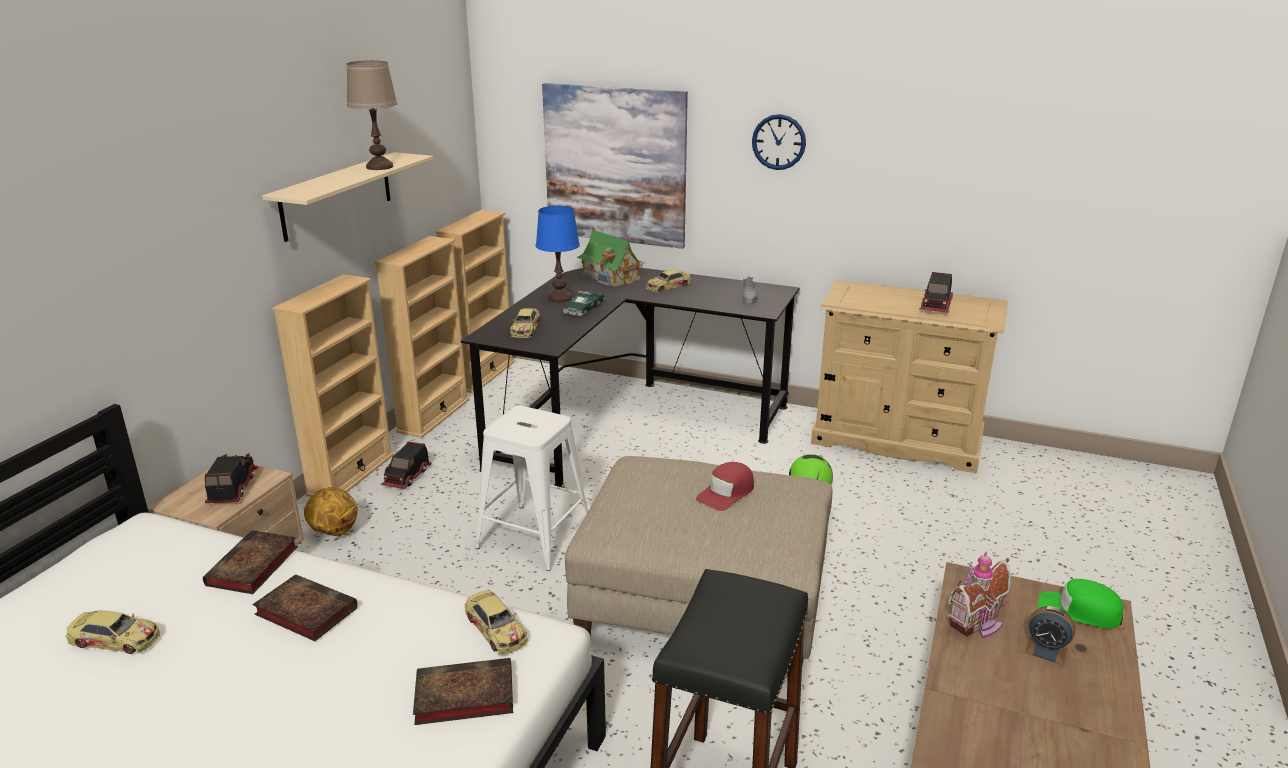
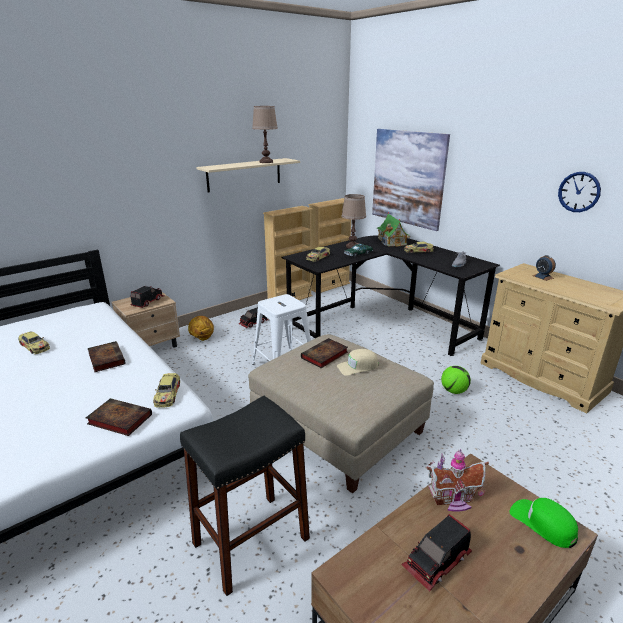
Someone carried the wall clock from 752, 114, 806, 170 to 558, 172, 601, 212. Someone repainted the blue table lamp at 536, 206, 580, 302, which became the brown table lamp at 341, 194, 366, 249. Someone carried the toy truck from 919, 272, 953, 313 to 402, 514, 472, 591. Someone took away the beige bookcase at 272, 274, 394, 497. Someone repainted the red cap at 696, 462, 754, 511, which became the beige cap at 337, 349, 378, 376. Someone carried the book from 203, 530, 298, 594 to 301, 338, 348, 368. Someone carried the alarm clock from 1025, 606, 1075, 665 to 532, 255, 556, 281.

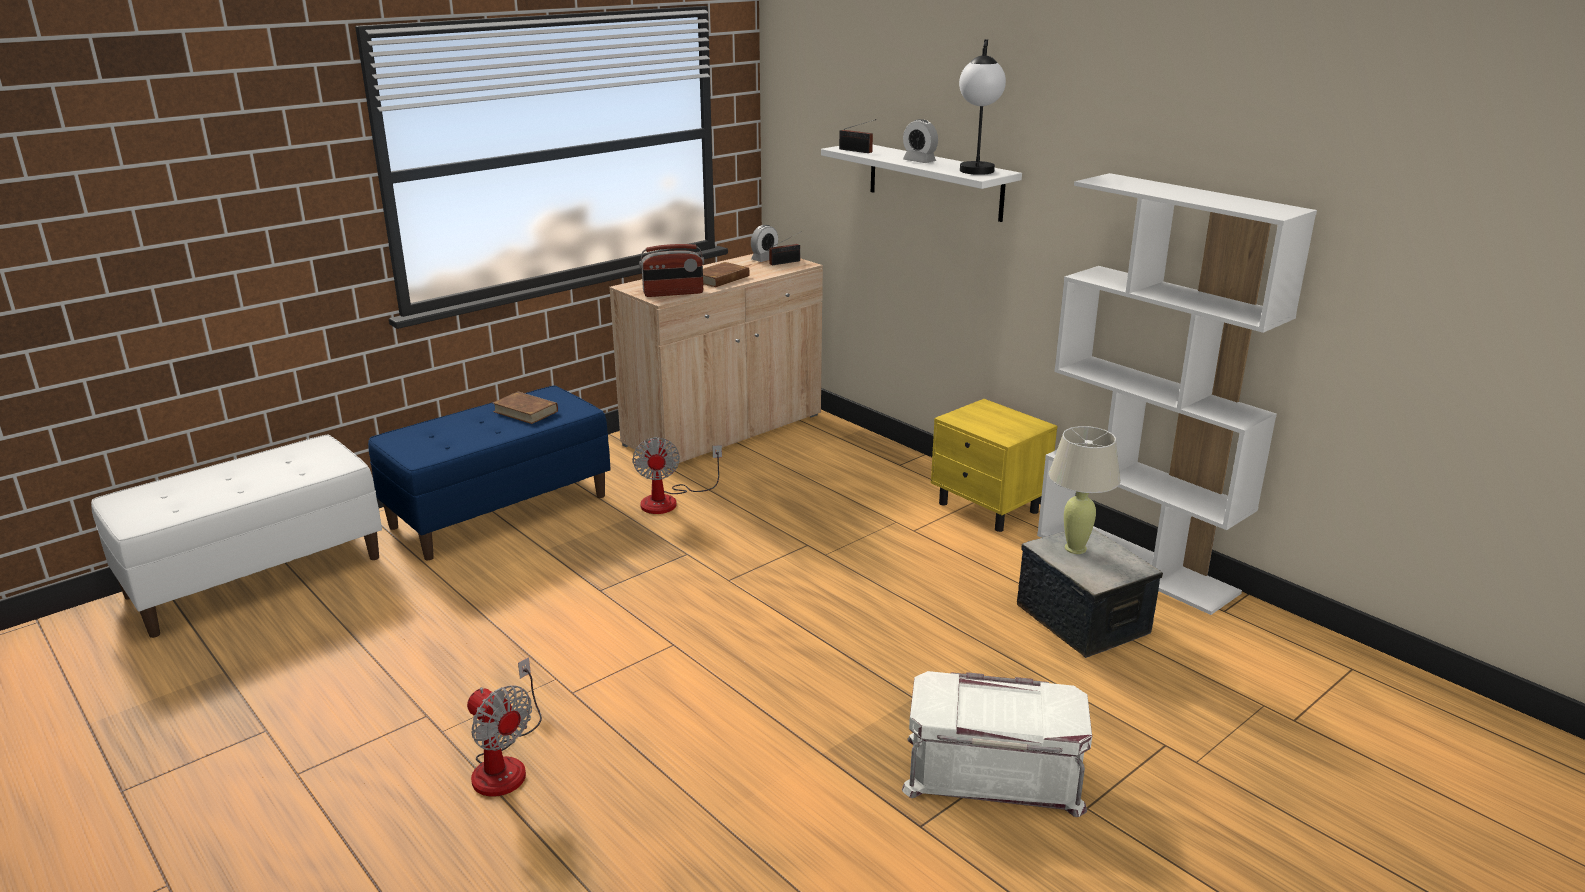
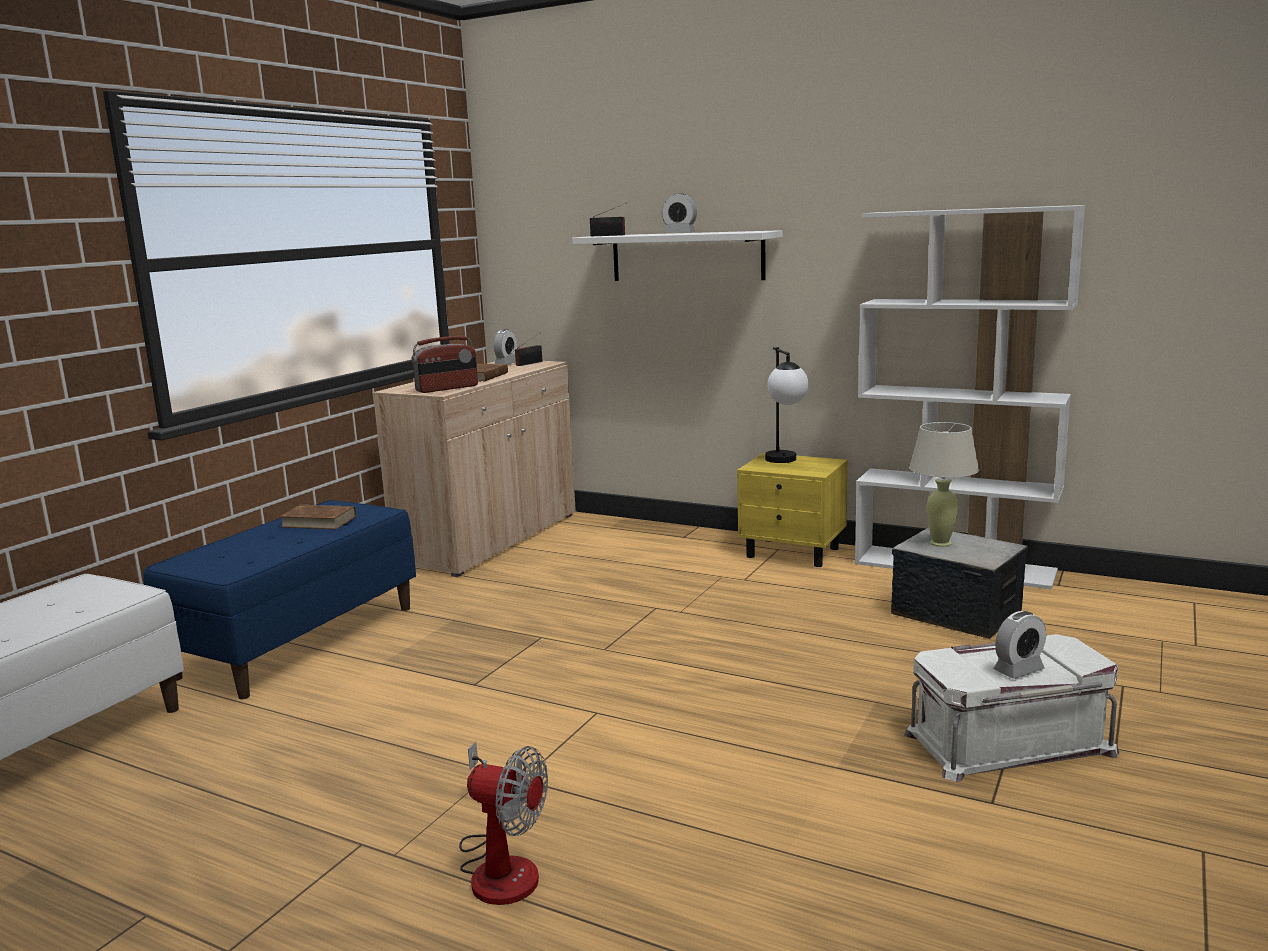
Someone carried the table lamp from 959, 39, 1006, 175 to 765, 347, 809, 463. Someone took away the fan at 632, 437, 722, 514. Someone put down the alarm clock at 993, 611, 1046, 679.

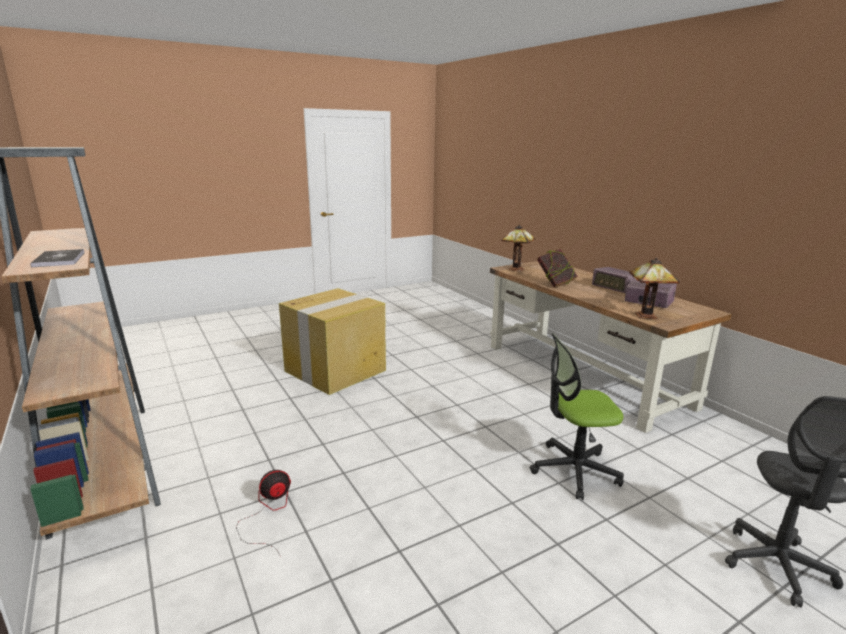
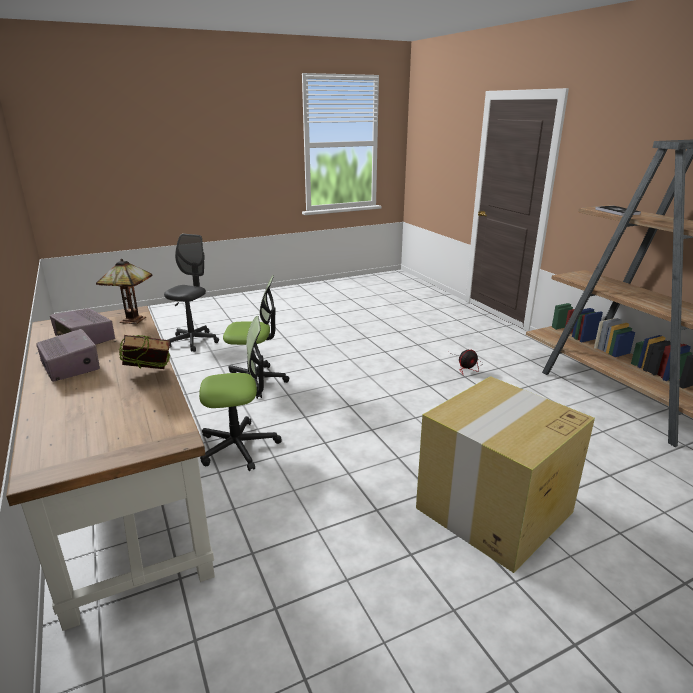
Someone took away the table lamp at 501, 225, 535, 272. Someone put down the office chair at 199, 316, 282, 471.

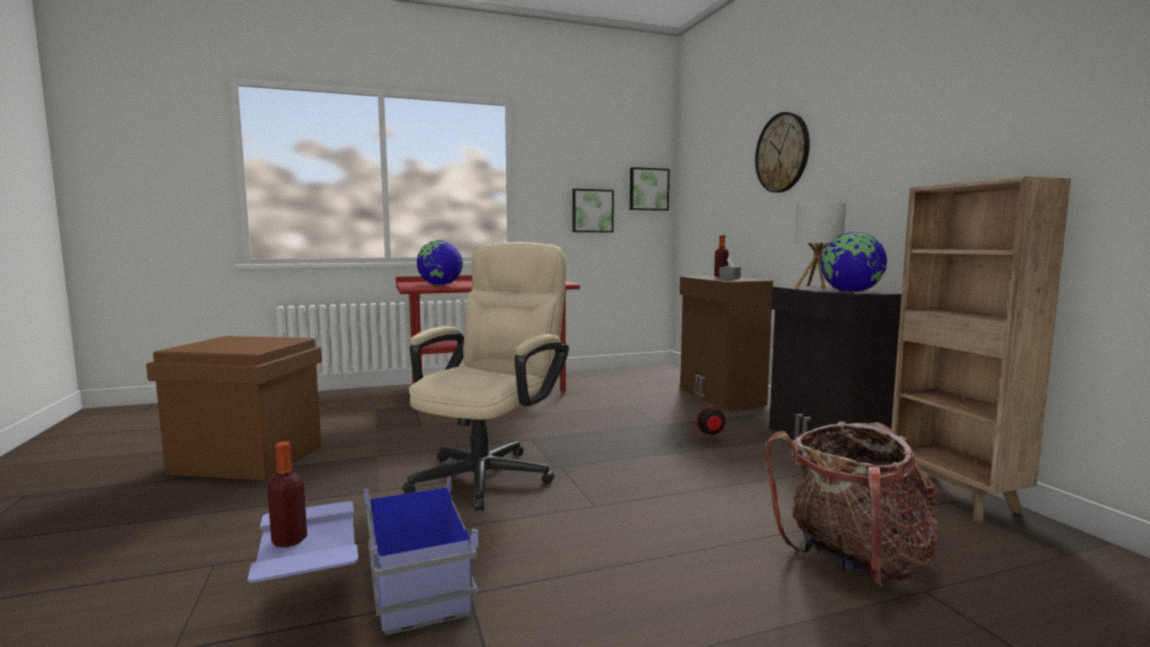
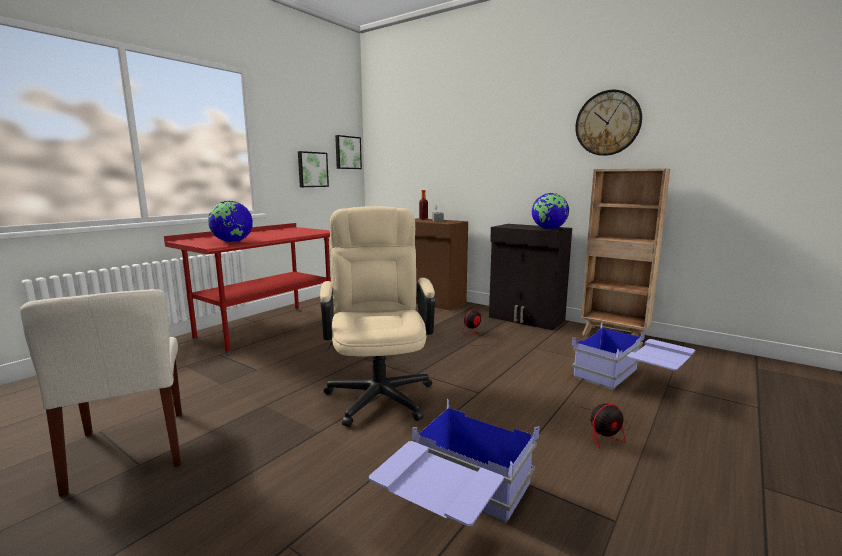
Someone carried the wall clock from 755, 112, 810, 193 to 575, 90, 642, 156. Someone took away the table lamp at 794, 203, 846, 289. Someone swapped the brown storage box at 146, 336, 322, 481 for the beige chair at 20, 289, 182, 497. Someone swapped the backpack at 765, 421, 939, 586 for the blue storage box at 571, 322, 695, 390. Someone took away the bottle at 267, 441, 307, 547. Someone put down the fan at 570, 401, 631, 449.

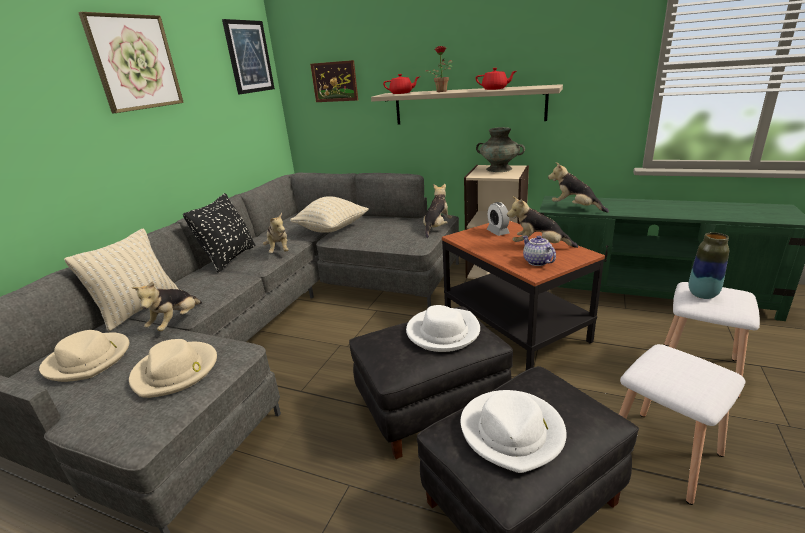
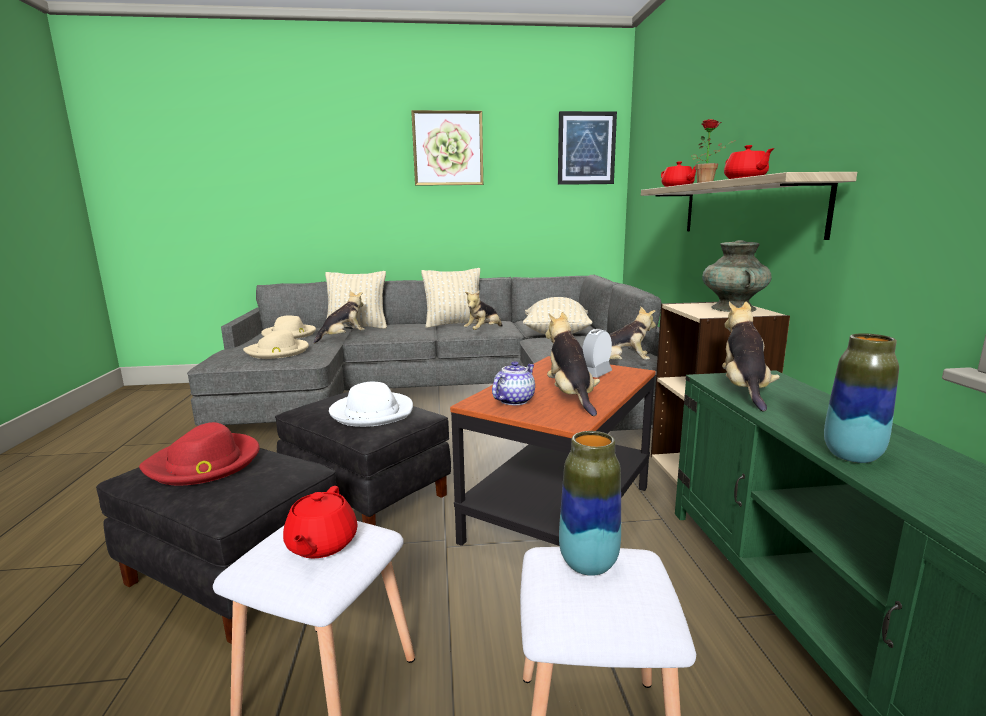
Someone took away the picture at 310, 60, 358, 102. Someone repainted the black pillow at 183, 193, 256, 273, which became the beige pillow at 421, 268, 485, 328. Someone rotated the plush toy at 132, 281, 202, 331 by 150 degrees clockwise. Someone repainted the white hat at 461, 390, 567, 473, which became the red hat at 139, 422, 260, 485. Someone put down the vase at 824, 333, 899, 463. Someone put down the red teapot at 283, 486, 358, 559.

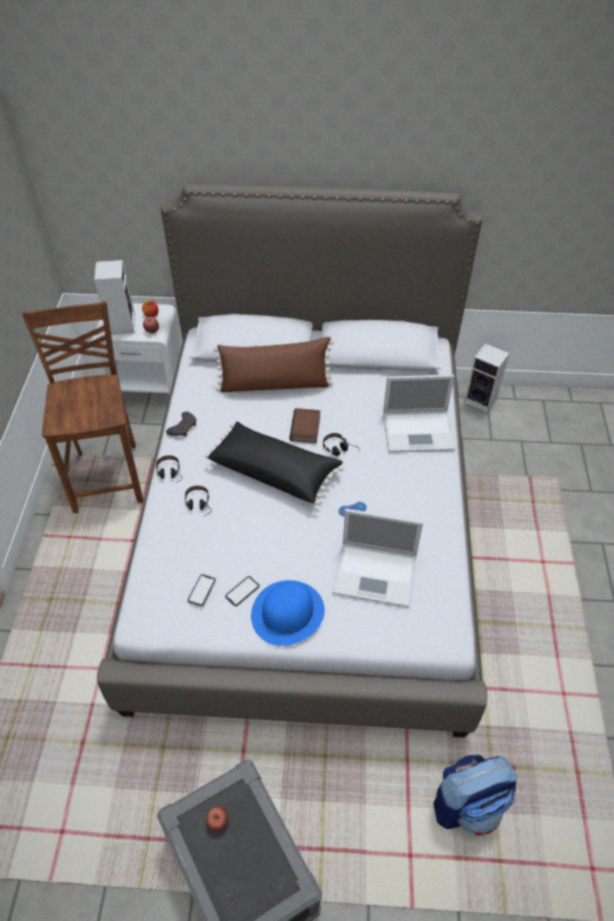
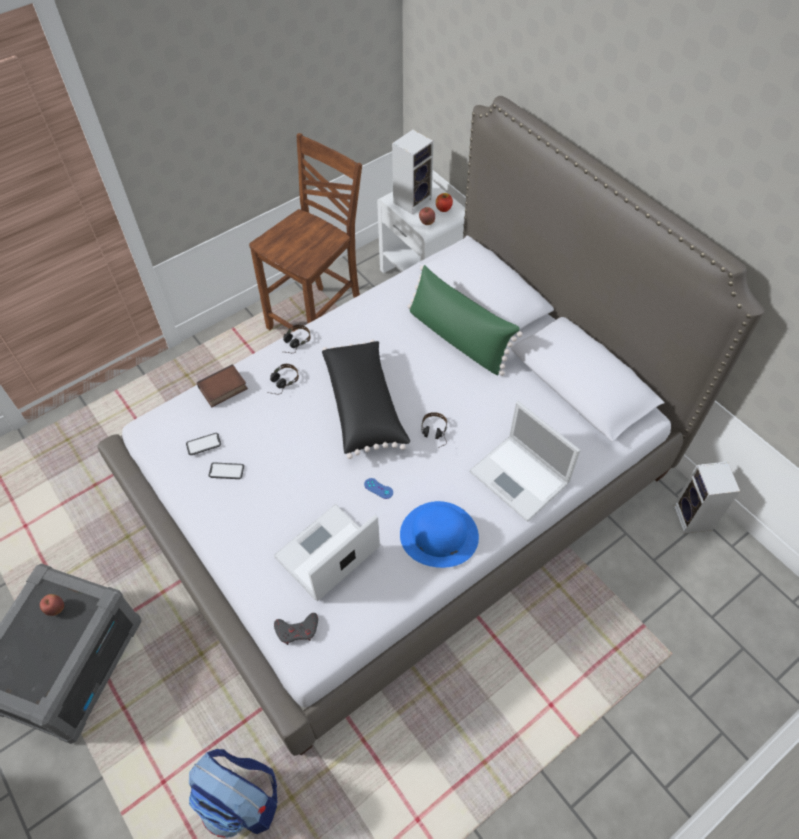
Someone repainted the brown pillow at 213, 337, 334, 392, which became the green pillow at 408, 265, 523, 376. Someone carried the book from 289, 408, 320, 443 to 197, 364, 248, 407. Someone carried the grey game controller from 166, 412, 196, 436 to 274, 613, 318, 645. Someone rotated the laptop at 333, 509, 423, 607 by 75 degrees clockwise. Someone carried the blue hat from 251, 580, 325, 646 to 400, 501, 479, 568.

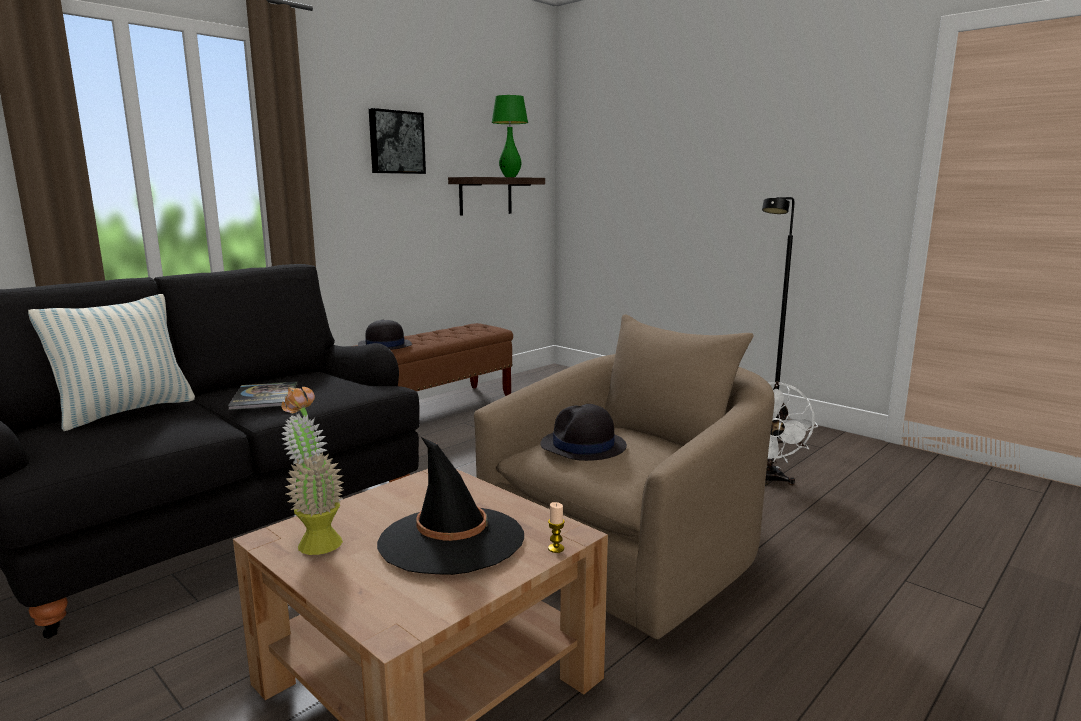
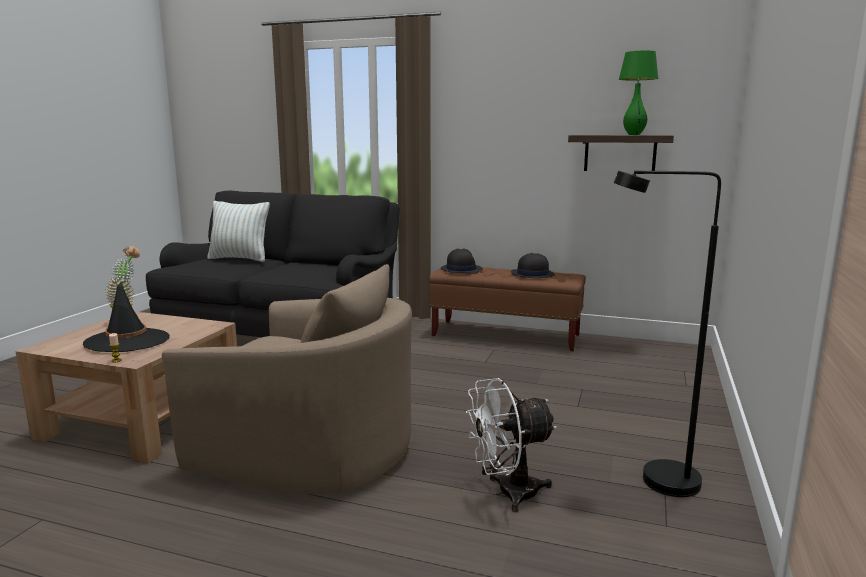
Someone took away the picture at 369, 108, 426, 174. Someone took away the book at 228, 382, 298, 410. Someone carried the black hat from 540, 404, 627, 461 to 511, 253, 555, 278.

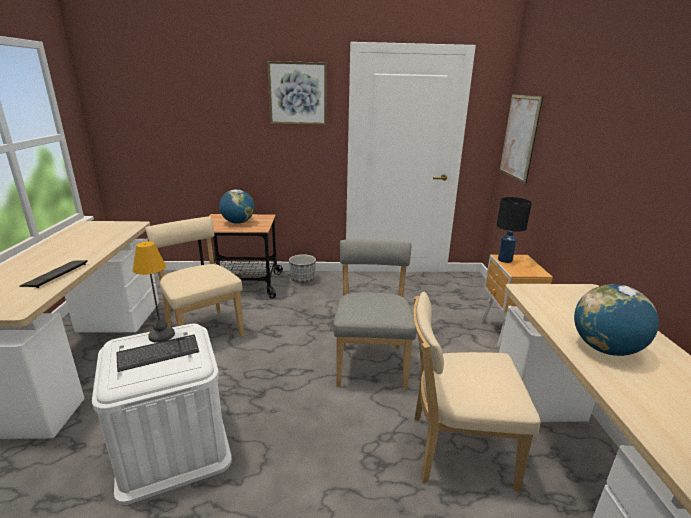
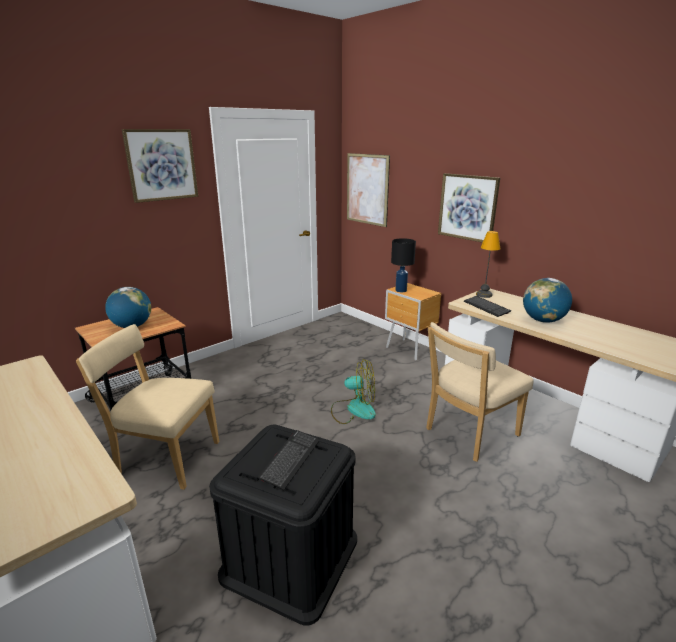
Someone swapped the grey chair at 333, 240, 417, 390 for the fan at 331, 359, 376, 424. Someone carried the table lamp from 133, 241, 175, 343 to 476, 231, 501, 298. Someone took away the planter at 289, 254, 316, 283. Someone carried the keyboard from 19, 260, 88, 288 to 464, 296, 511, 317. Someone repainted the white storage box at 92, 324, 232, 505, which became the black storage box at 209, 425, 357, 626. Someone put up the picture at 438, 173, 500, 243.

